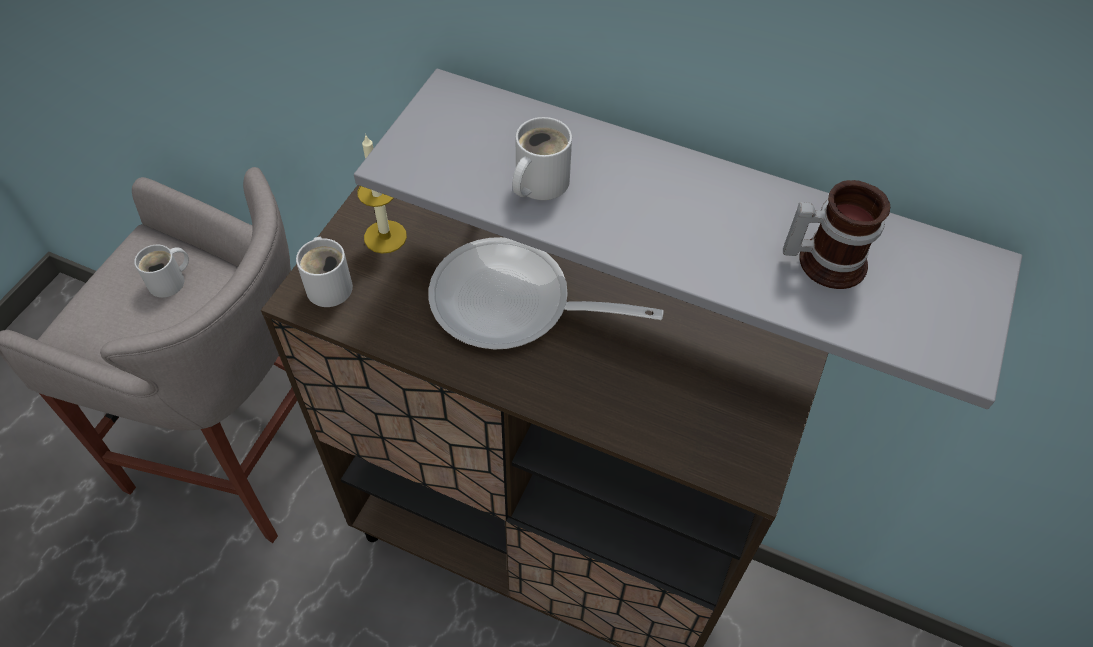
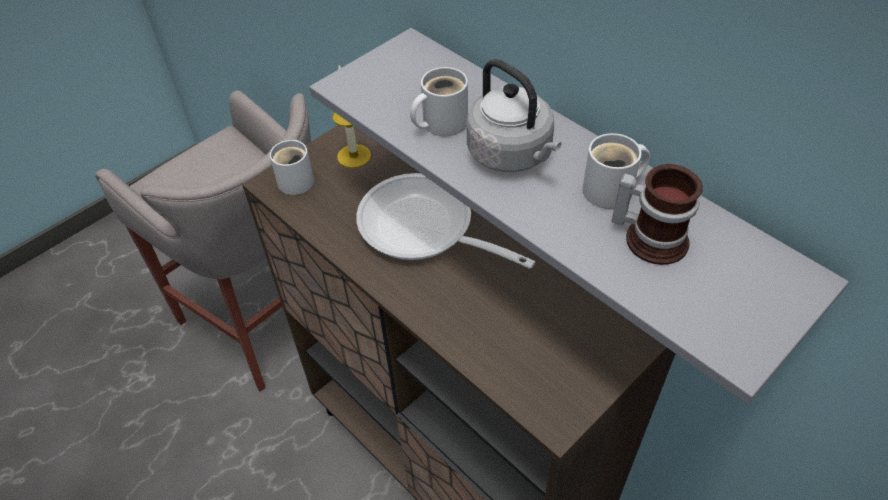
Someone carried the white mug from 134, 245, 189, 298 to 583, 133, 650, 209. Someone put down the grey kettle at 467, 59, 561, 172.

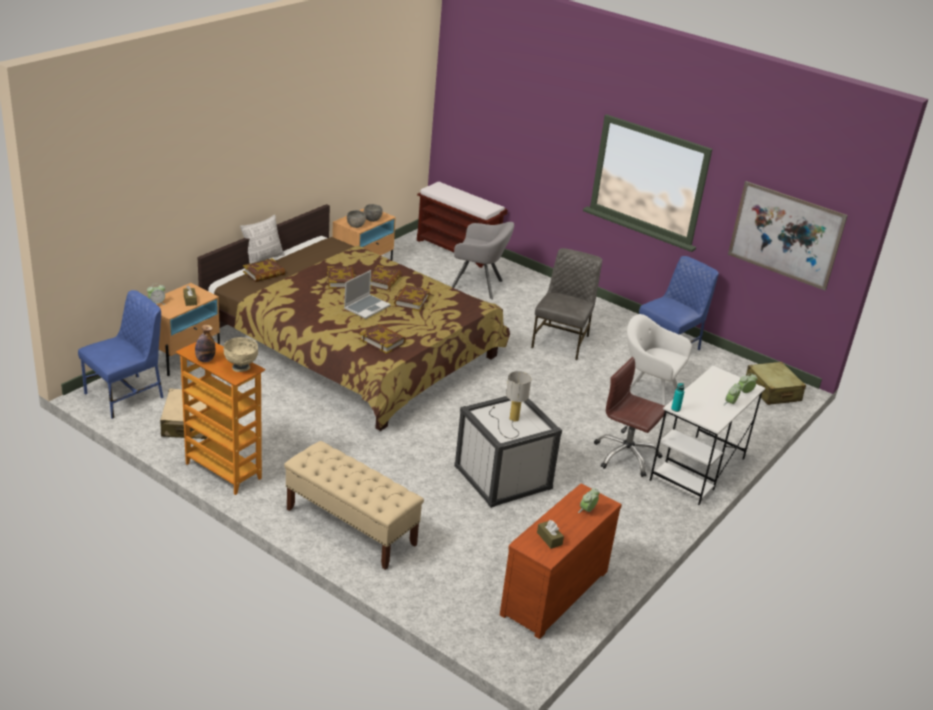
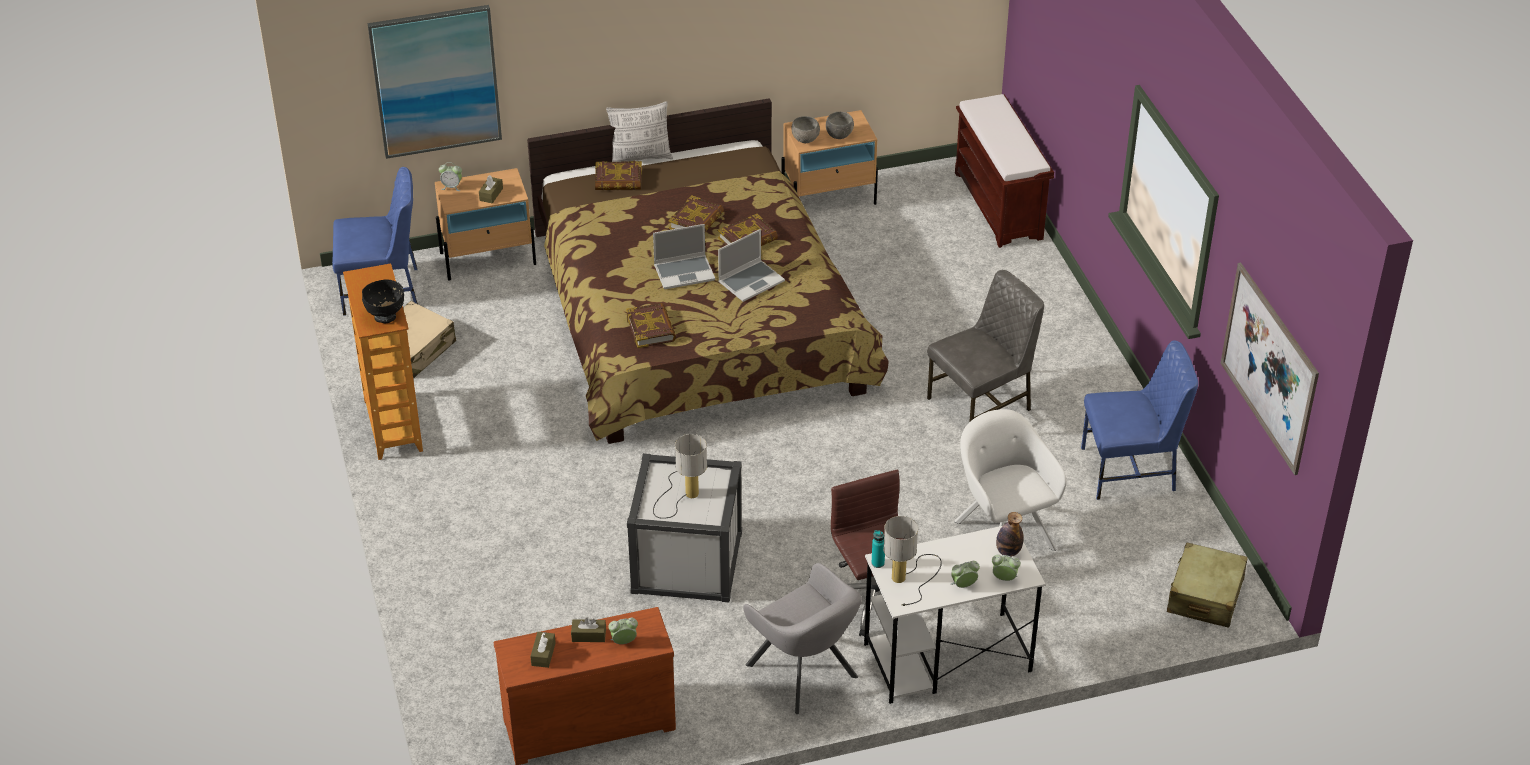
Someone carried the grey armchair from 451, 222, 514, 300 to 743, 563, 862, 714. Someone swapped the book at 394, 285, 430, 311 for the laptop at 718, 229, 785, 302. Someone carried the bottle from 195, 325, 215, 362 to 996, 512, 1024, 557. Someone repainted the beige bowl at 224, 337, 258, 372, which became the black bowl at 362, 279, 404, 323. Someone took away the beige bench at 284, 441, 424, 570. Someone put up the picture at 368, 5, 502, 159. Someone put down the table lamp at 883, 516, 942, 606. Someone put down the brown tissue box at 571, 617, 606, 642.

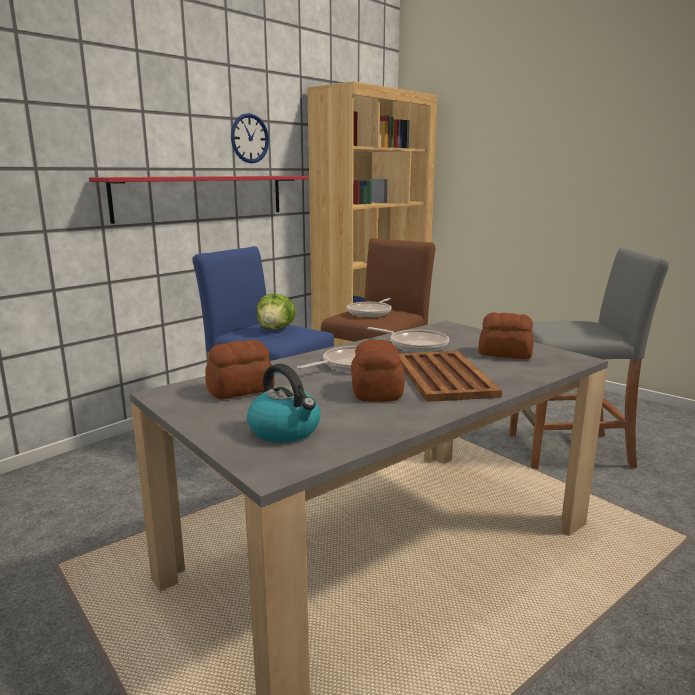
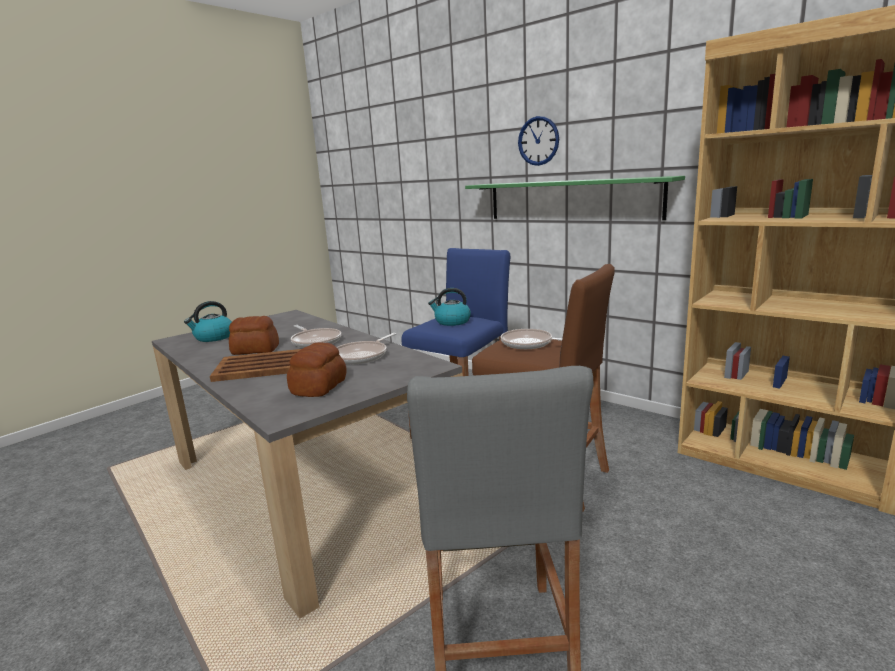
Someone carried the wall clock from 231, 113, 269, 163 to 518, 116, 559, 166. Someone repainted the red shelf at 89, 176, 308, 224, which became the green shelf at 465, 176, 685, 220. Someone swapped the lettuce at 257, 293, 296, 330 for the kettle at 428, 288, 471, 326. Someone took away the bread at 206, 340, 275, 399.

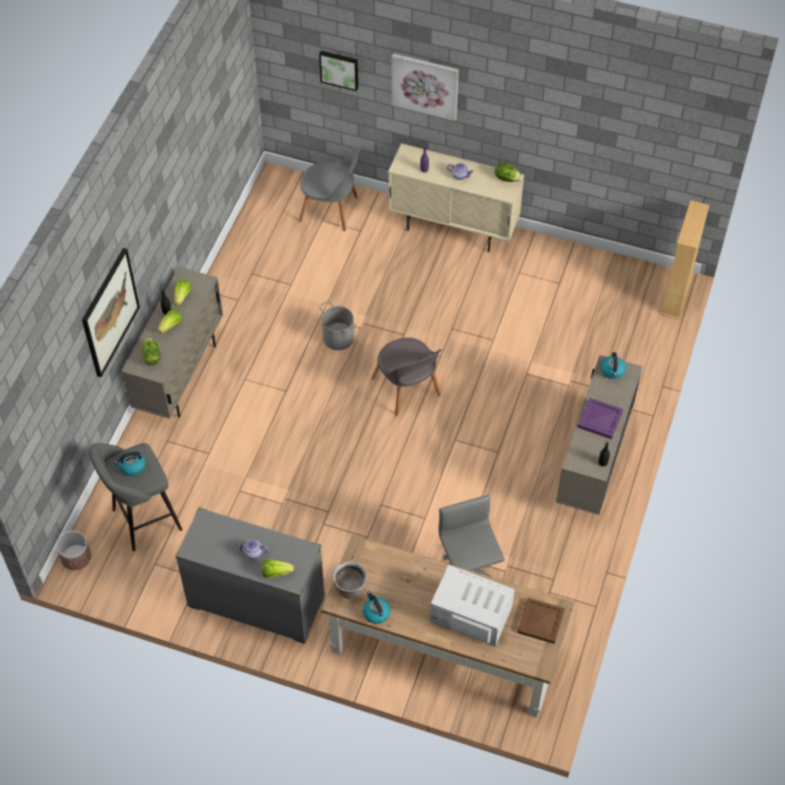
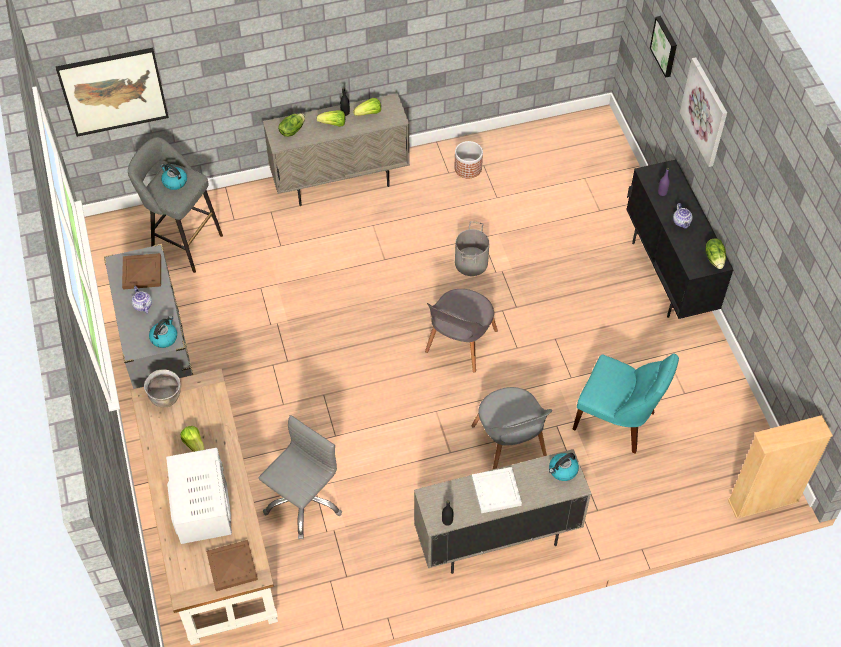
Someone repainted the beige cabinet at 388, 143, 524, 252, which became the black cabinet at 626, 159, 734, 319. Someone carried the grey chair from 299, 147, 360, 231 to 471, 387, 552, 469. Someone carried the picture from 82, 248, 140, 377 to 56, 48, 169, 137. Someone repainted the purple tray at 578, 398, 623, 439, which became the white tray at 472, 467, 522, 513. Someone carried the planter from 56, 531, 91, 570 to 454, 141, 483, 178. Someone carried the lettuce from 262, 559, 294, 578 to 180, 426, 205, 452. Someone carried the kettle from 363, 592, 390, 624 to 149, 316, 177, 348. Someone put down the brown tray at 122, 253, 161, 290. Someone put down the turquoise chair at 573, 353, 679, 454.

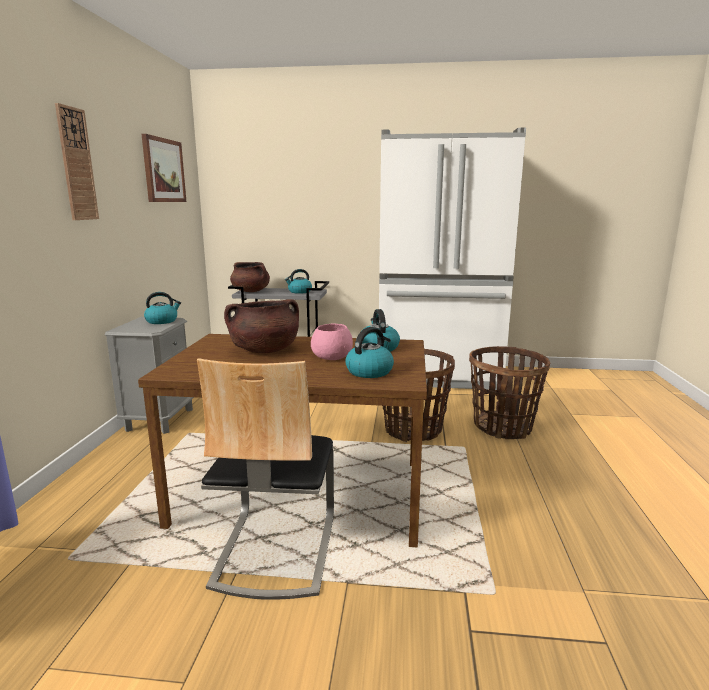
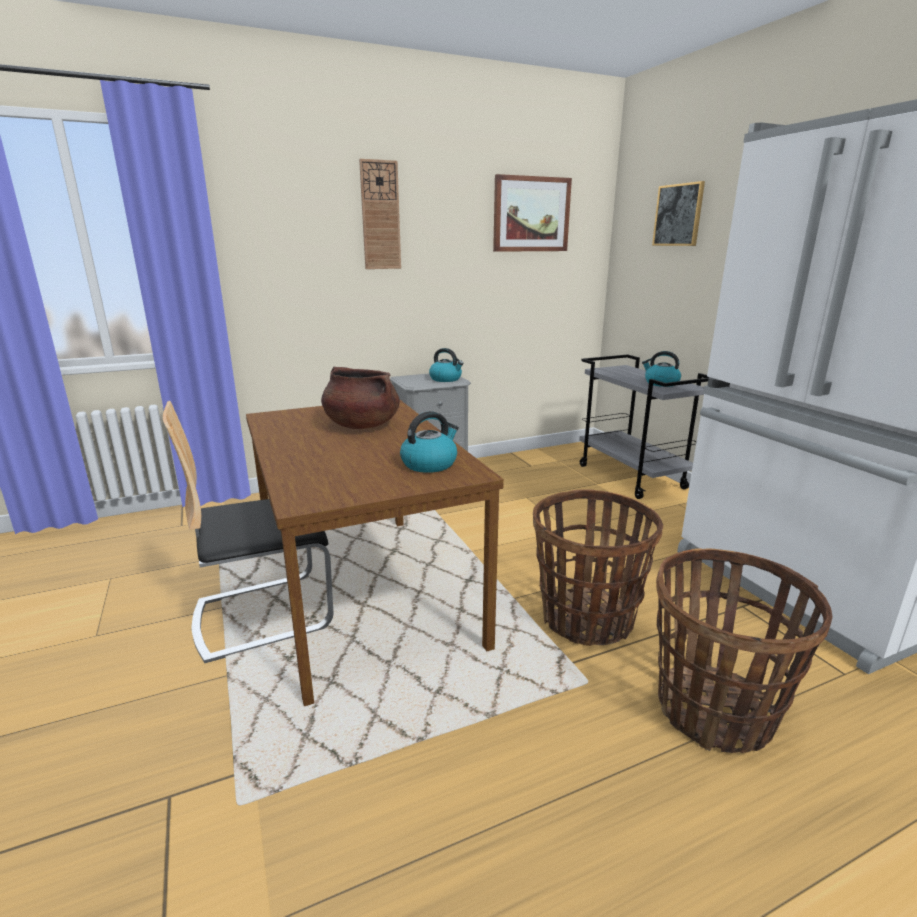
Someone took away the brown cooking pot at 230, 262, 270, 292. Someone took away the pink bowl at 311, 324, 353, 360. Someone took away the kettle at 345, 327, 394, 378. Someone put up the picture at 652, 181, 705, 246.

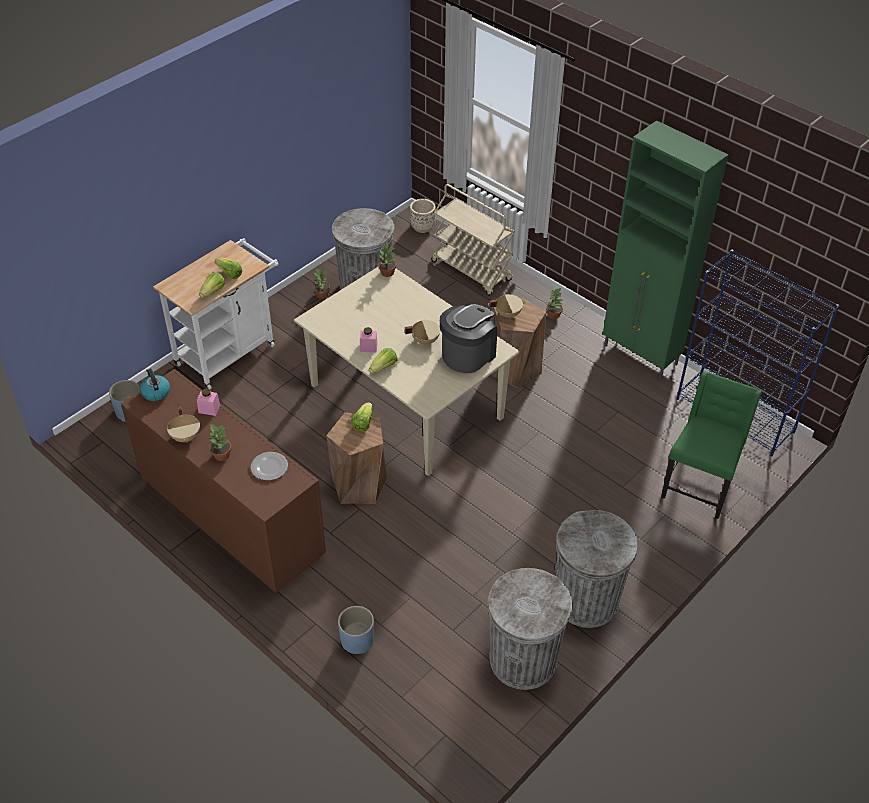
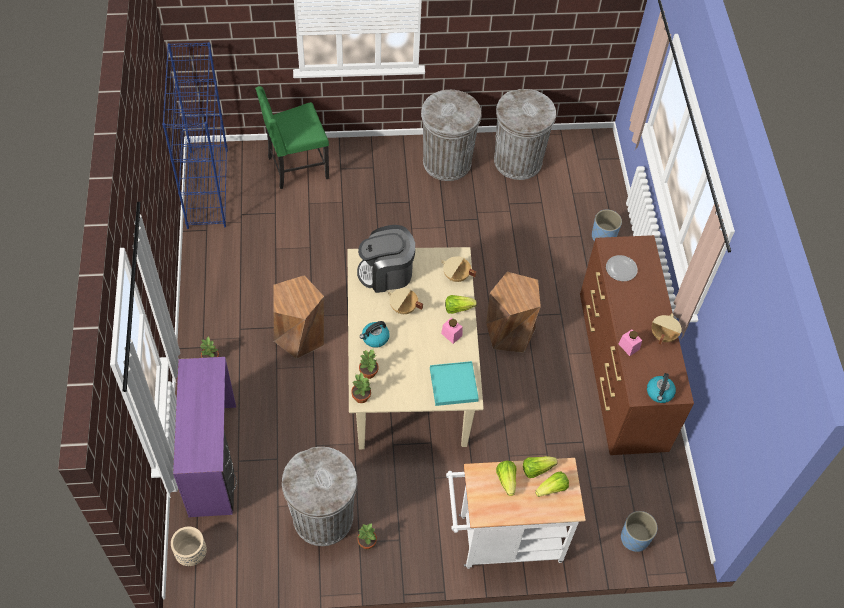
Someone took away the green cabinet at 603, 120, 728, 380. Someone swapped the beige cart at 431, 184, 515, 296 for the purple desk at 173, 357, 237, 517. Someone carried the beige cooking pot from 489, 294, 526, 319 to 441, 256, 477, 282. Someone carried the lettuce from 351, 402, 372, 432 to 535, 471, 569, 497. Someone carried the potted plant from 208, 424, 232, 461 to 359, 349, 378, 379. Someone put down the kettle at 360, 321, 390, 348. Someone put down the turquoise tray at 430, 361, 479, 406.

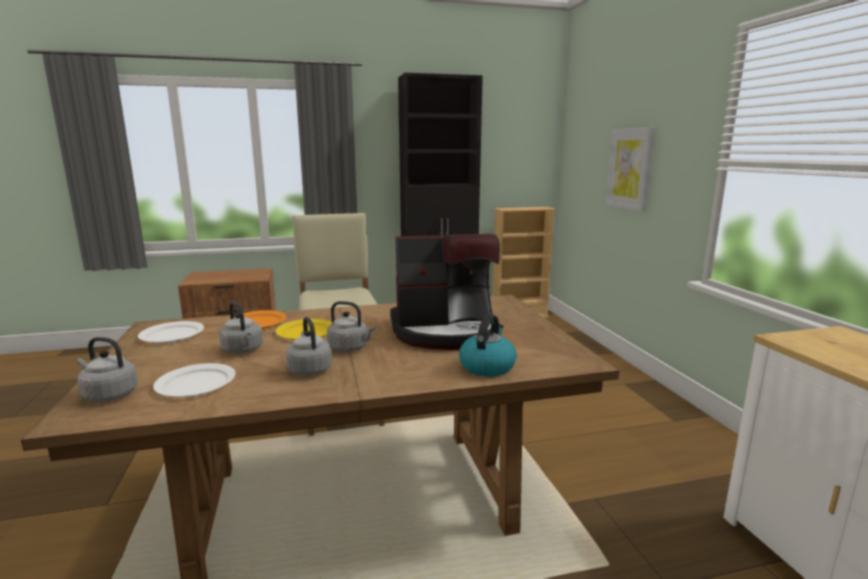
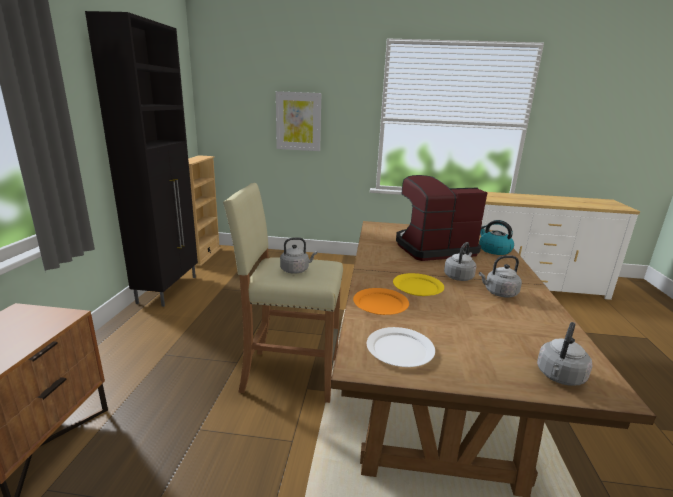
Someone rotated the coffee machine at 390, 234, 500, 350 by 120 degrees counterclockwise. Someone carried the grey kettle from 219, 301, 263, 354 to 280, 237, 317, 274. Someone took away the white plate at 153, 363, 236, 397.

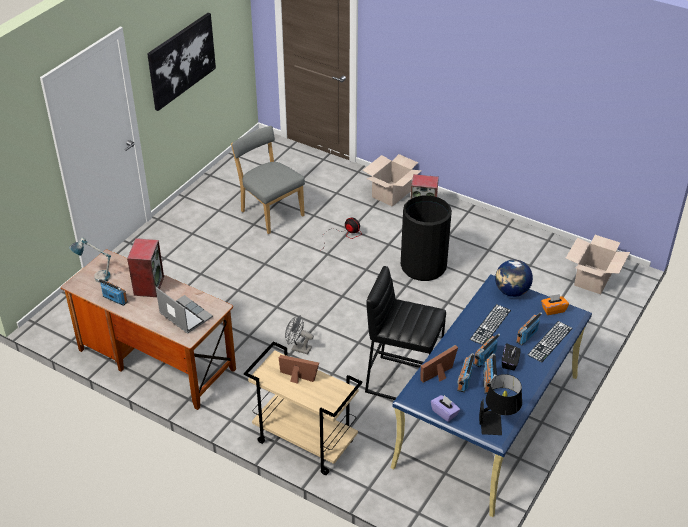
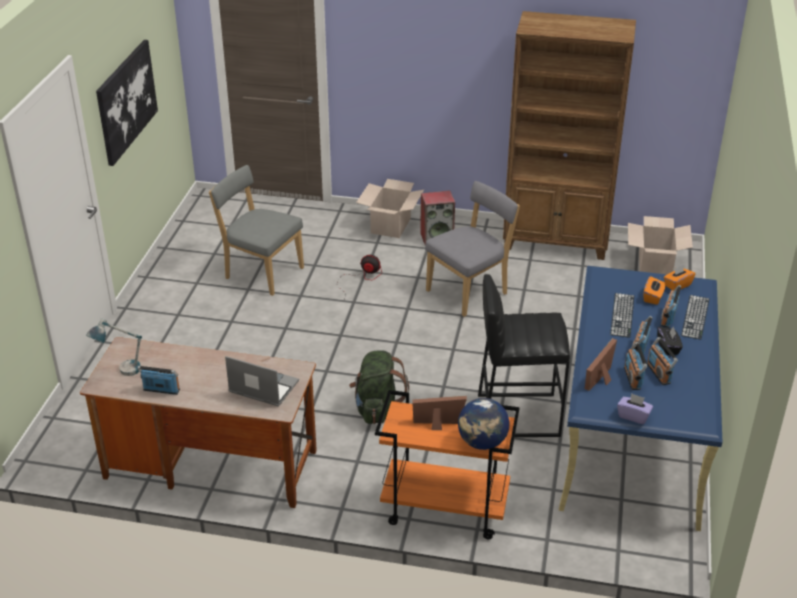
Someone swapped the black trash can at 401, 196, 452, 281 for the grey chair at 425, 181, 520, 317. Someone took away the speaker at 127, 238, 164, 297. Someone carried the globe from 495, 260, 533, 297 to 458, 398, 510, 450. Someone swapped the grey fan at 285, 315, 314, 355 for the green backpack at 349, 350, 409, 424. Someone repainted the beige cart at 244, 341, 362, 475, which became the orange cart at 375, 390, 520, 539. Someone took away the black table lamp at 479, 374, 522, 435. Someone put down the brown bookcase at 503, 11, 636, 260. Someone put down the orange tissue box at 644, 276, 666, 305.

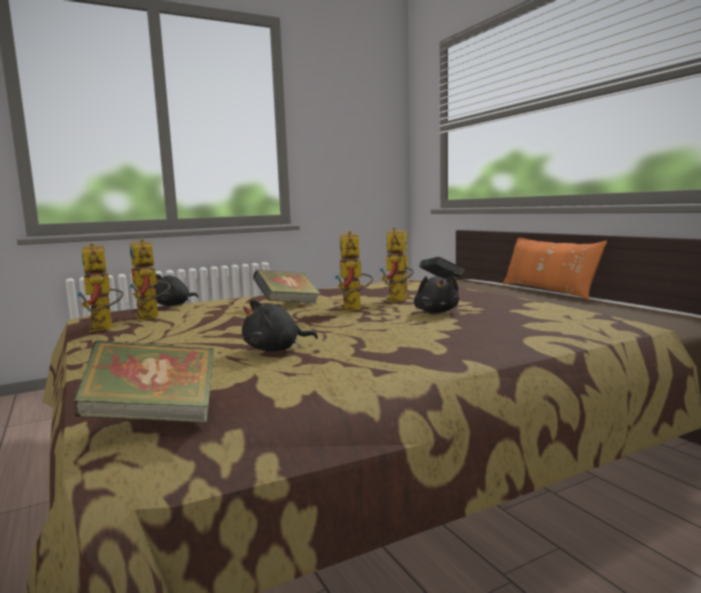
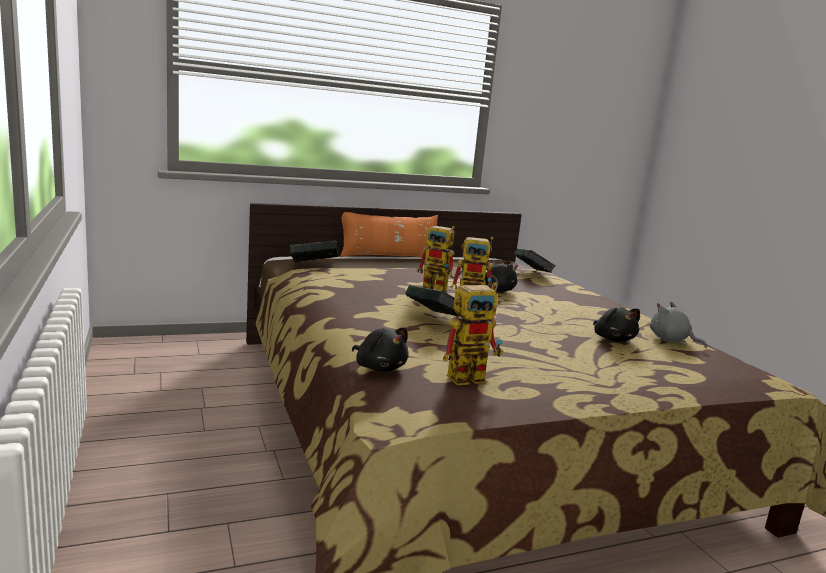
Someone took away the toy robot at 76, 243, 123, 332. Someone carried the book from 74, 340, 214, 423 to 514, 248, 556, 273. Someone put down the grey plush toy at 650, 302, 707, 348.

